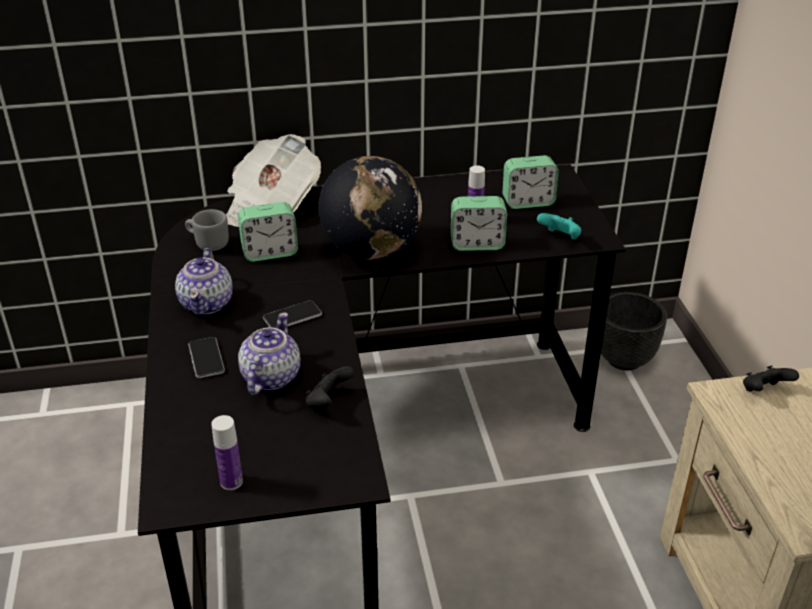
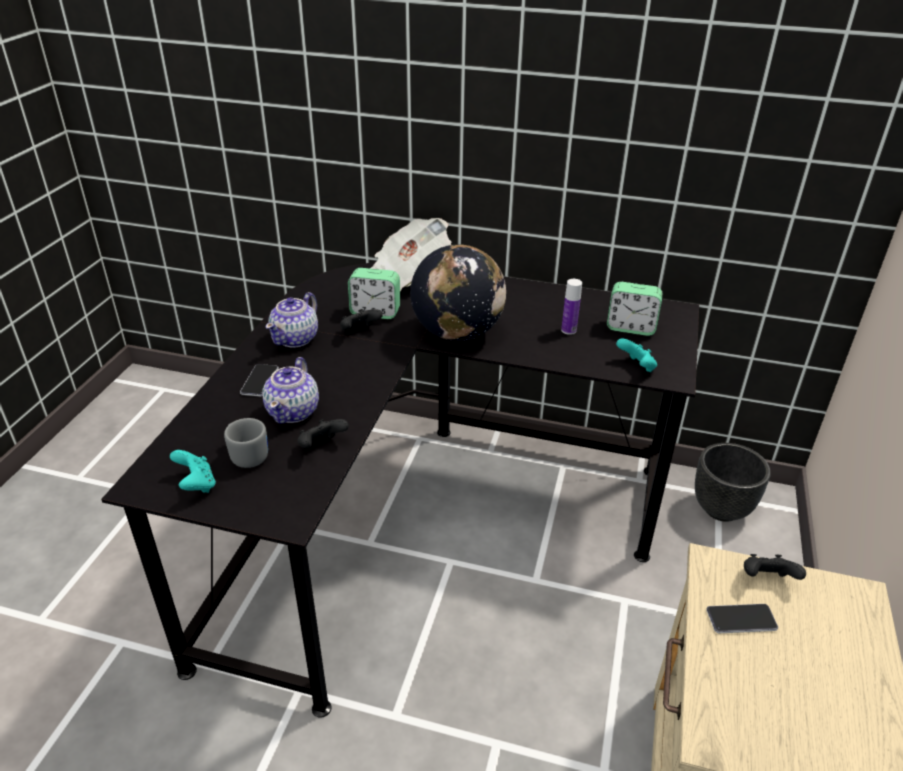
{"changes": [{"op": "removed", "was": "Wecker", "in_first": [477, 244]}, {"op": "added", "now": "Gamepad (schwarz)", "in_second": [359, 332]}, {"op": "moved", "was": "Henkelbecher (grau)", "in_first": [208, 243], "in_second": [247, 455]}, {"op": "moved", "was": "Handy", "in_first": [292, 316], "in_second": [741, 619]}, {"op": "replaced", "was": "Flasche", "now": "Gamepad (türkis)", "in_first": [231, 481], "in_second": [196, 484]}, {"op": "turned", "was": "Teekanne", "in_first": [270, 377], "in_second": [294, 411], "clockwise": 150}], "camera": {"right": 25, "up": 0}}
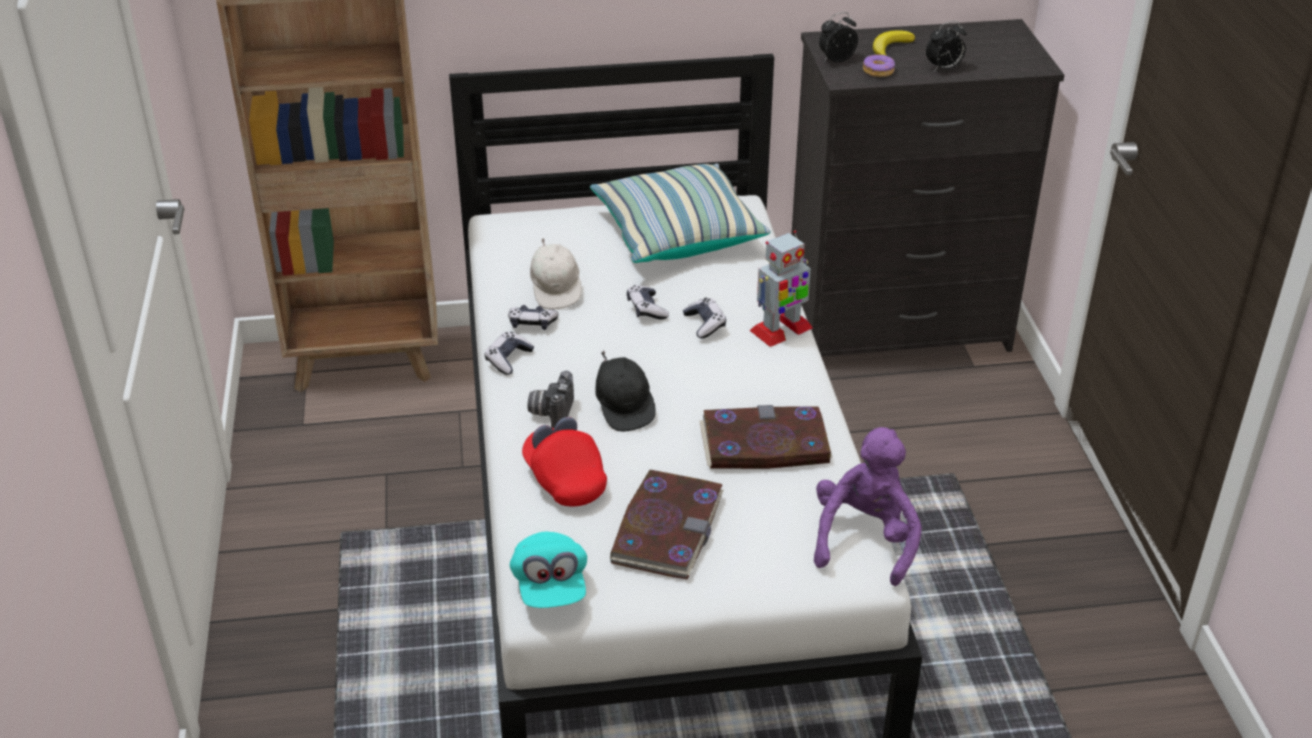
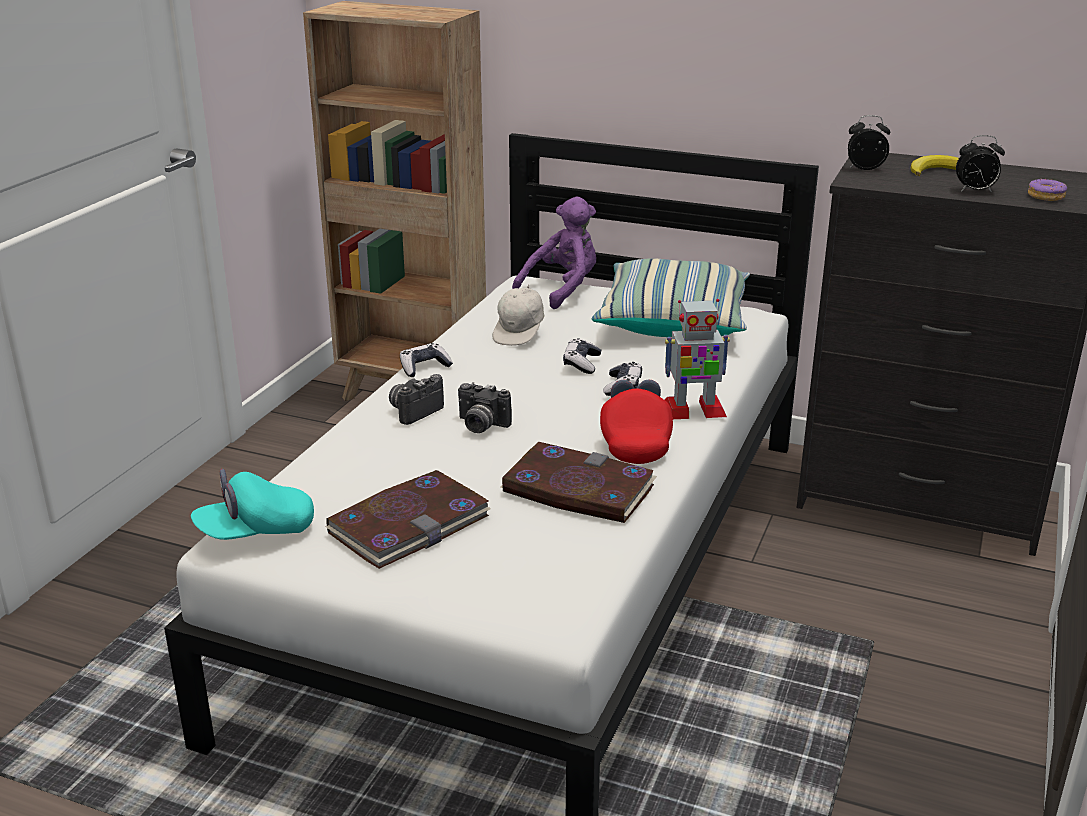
{"changes": [{"op": "removed", "was": "Gamepad", "in_first": [532, 323]}, {"op": "moved", "was": "Kappe (rot)", "in_first": [564, 479], "in_second": [634, 442]}, {"op": "moved", "was": "Plüschtier (lila)", "in_first": [865, 539], "in_second": [562, 290]}, {"op": "moved", "was": "Donut", "in_first": [878, 71], "in_second": [1046, 196]}, {"op": "replaced", "was": "Kappe (schwarz)", "now": "Kamera", "in_first": [624, 407], "in_second": [480, 426]}, {"op": "turned", "was": "Kappe (türkis)", "in_first": [550, 586], "in_second": [256, 532], "clockwise": 45}], "camera": {"right": 30, "up": -10}}
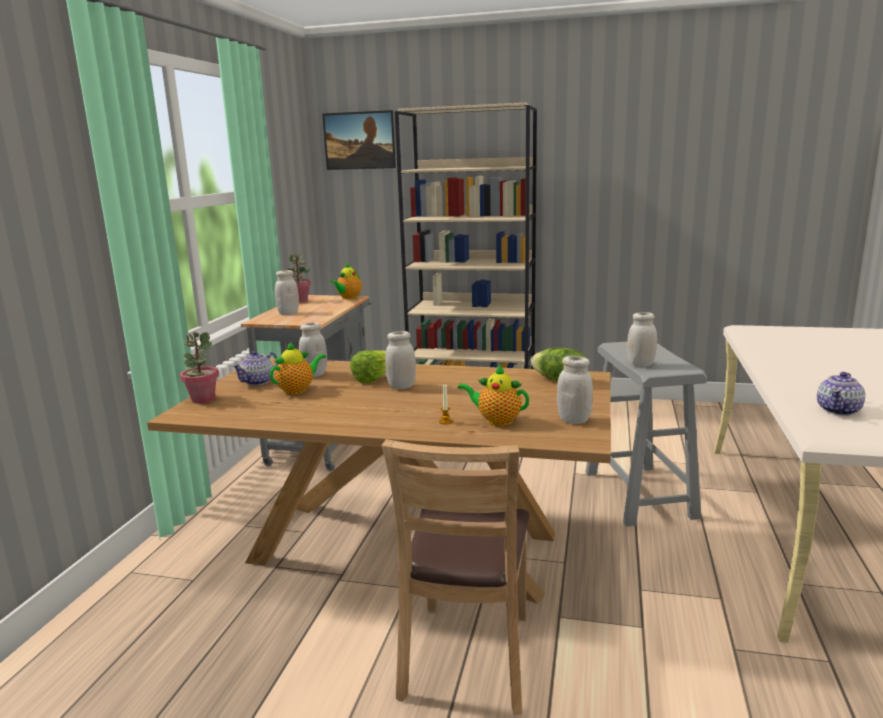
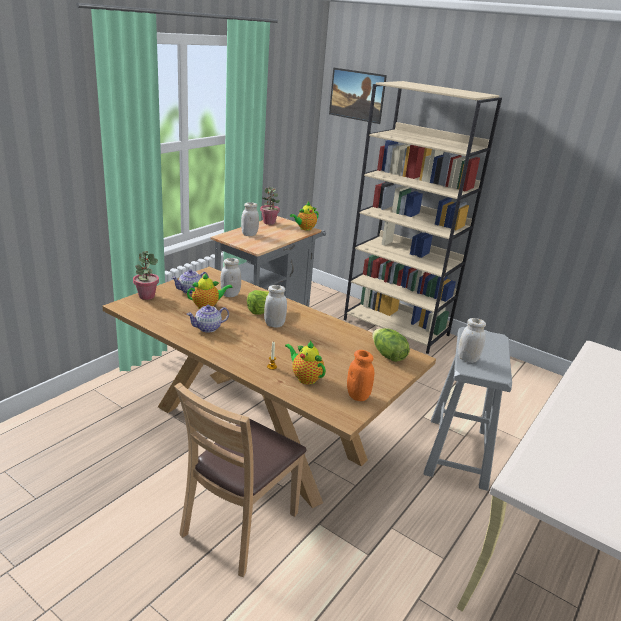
{"changes": [{"op": "moved", "was": "Teekanne", "in_first": [839, 410], "in_second": [208, 328]}, {"op": "recoloured", "was": "Vorratsglas (weiß)", "now": "Vorratsglas (orange)", "in_first": [574, 420], "in_second": [358, 396]}], "camera": {"right": 20, "up": 10}}
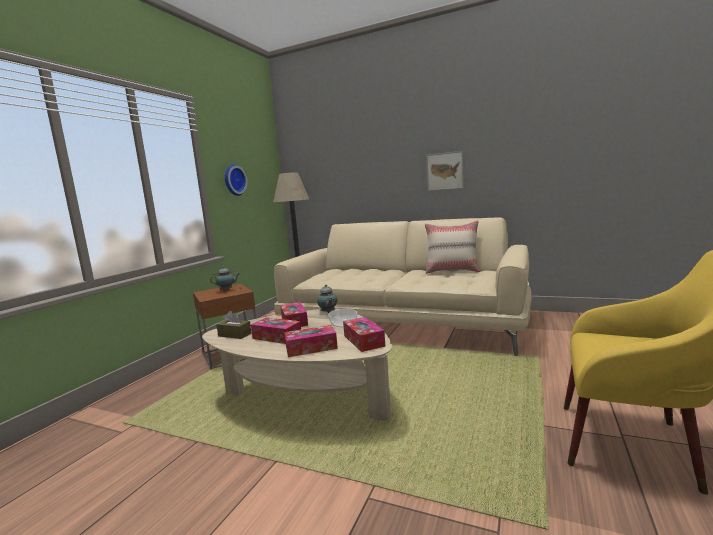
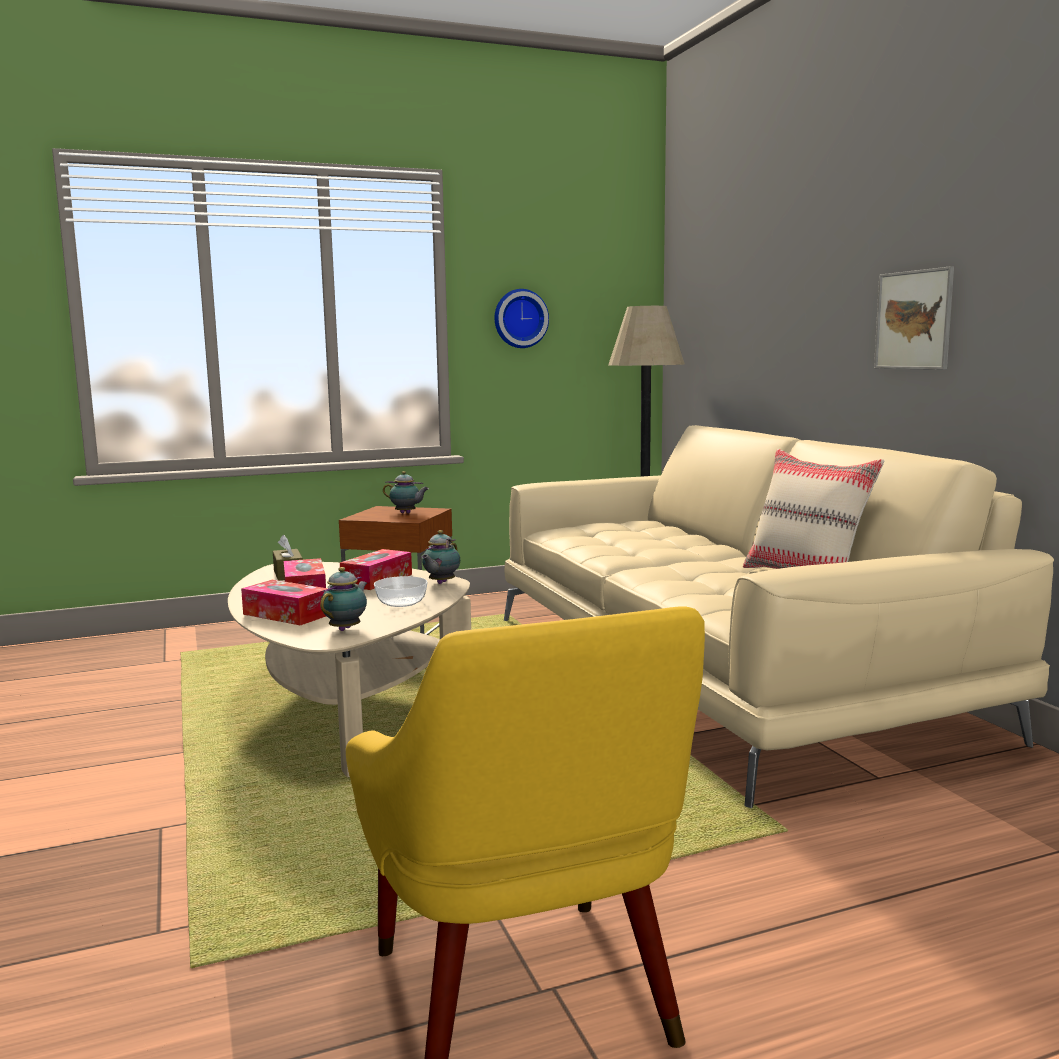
{"changes": [{"op": "replaced", "was": "Taschentuchbox", "now": "Teekanne", "in_first": [364, 341], "in_second": [347, 628]}], "camera": {"right": 45, "up": 0}}
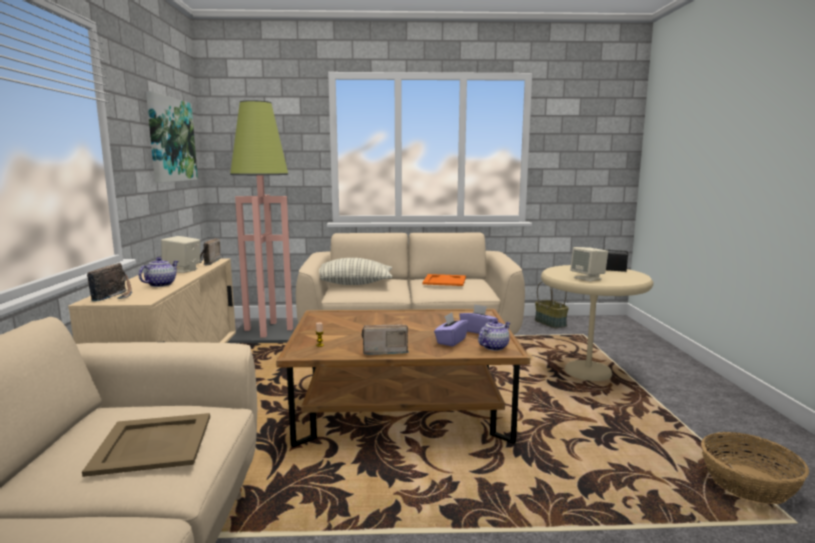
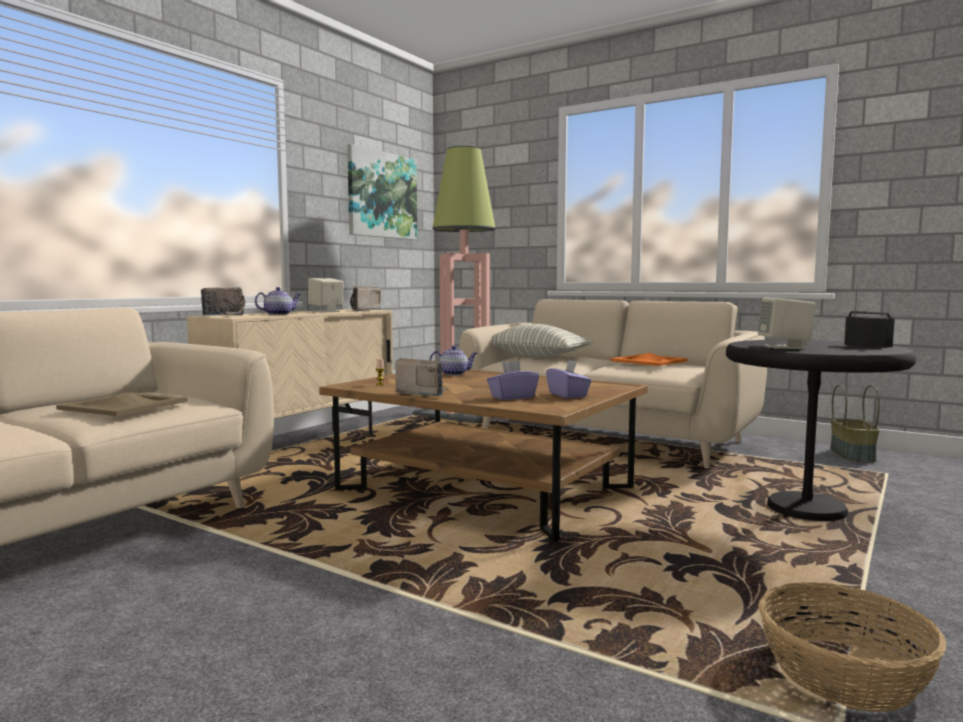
{"changes": [{"op": "moved", "was": "Teekanne", "in_first": [494, 347], "in_second": [454, 374]}, {"op": "recoloured", "was": "Beistelltisch (beige)", "now": "Beistelltisch (schwarz)", "in_first": [588, 372], "in_second": [806, 510]}], "camera": {"right": 35, "up": -5}}
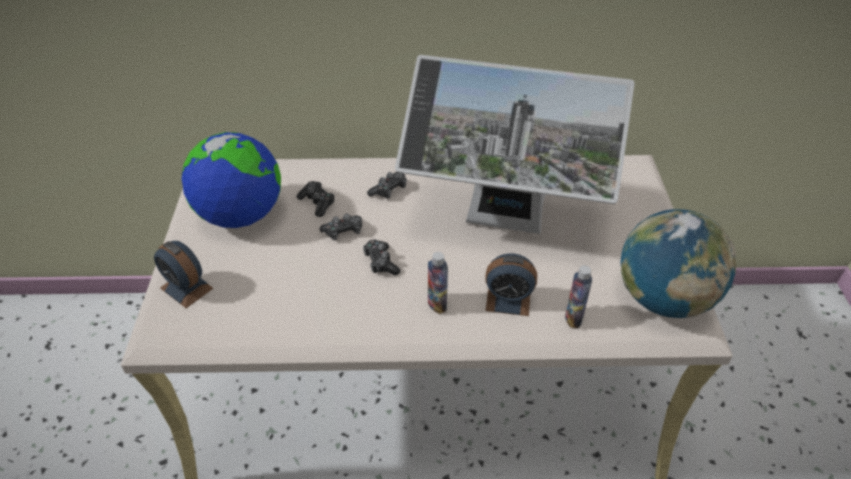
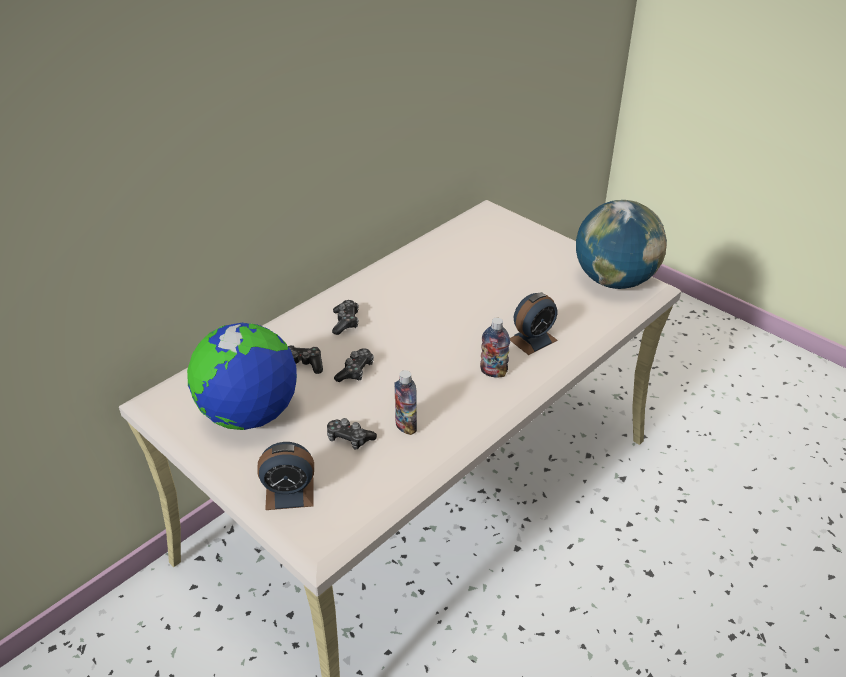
{"changes": [{"op": "removed", "was": "Monitor", "in_first": [503, 225]}, {"op": "moved", "was": "Gamepad", "in_first": [381, 262], "in_second": [349, 438]}, {"op": "moved", "was": "Flasche", "in_first": [573, 318], "in_second": [406, 426]}], "camera": {"right": -45, "up": -5}}
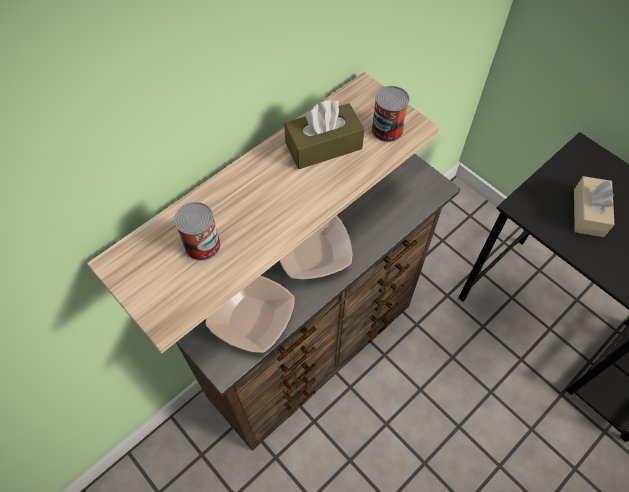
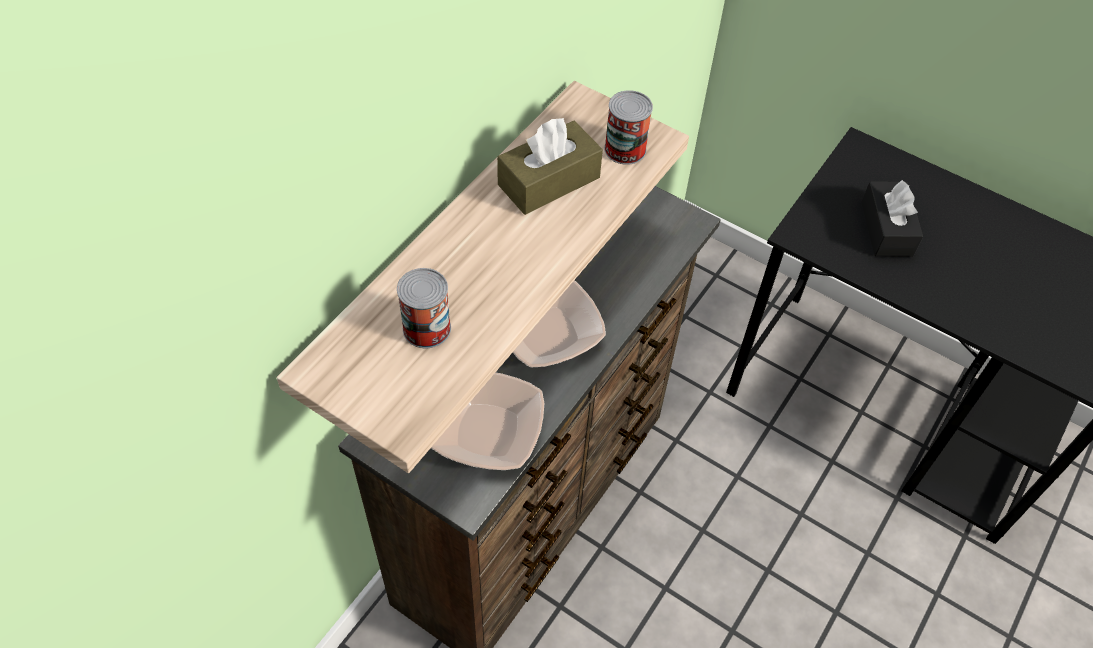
{"changes": [{"op": "recoloured", "was": "Taschentuchbox (beige)", "now": "Taschentuchbox (schwarz)", "in_first": [588, 213], "in_second": [886, 229]}], "camera": {"right": -15, "up": -5}}
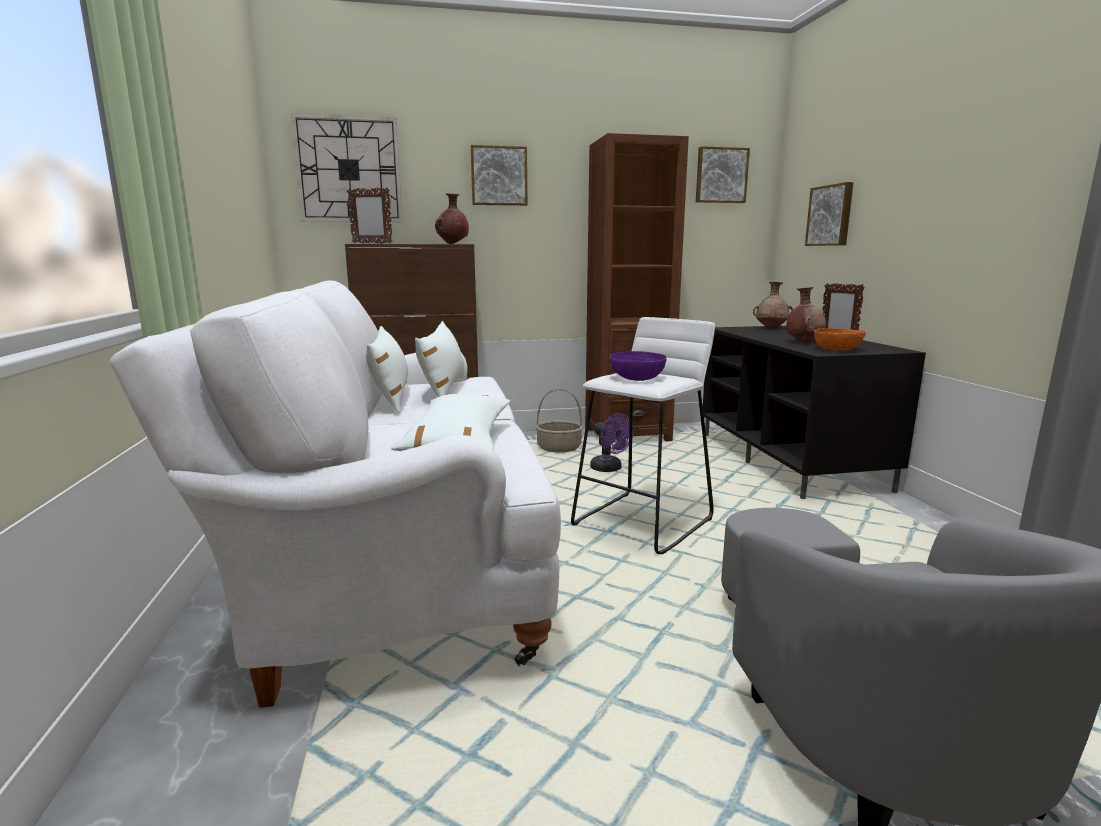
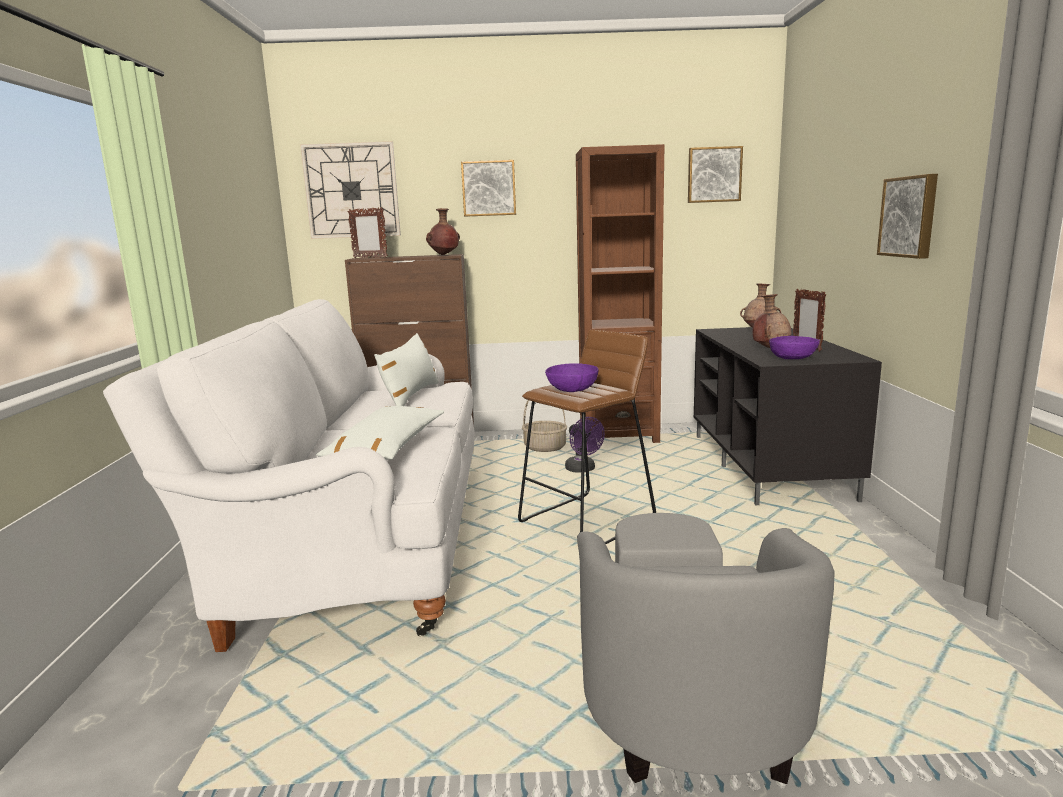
{"changes": [{"op": "removed", "was": "Kissen (weiß)", "in_first": [390, 396]}, {"op": "moved", "was": "Bild", "in_first": [830, 215], "in_second": [909, 216]}, {"op": "recoloured", "was": "Hocker (weiß)", "now": "Hocker (braun)", "in_first": [643, 522], "in_second": [588, 522]}, {"op": "recoloured", "was": "Schüssel (orange)", "now": "Schüssel (lila)", "in_first": [837, 349], "in_second": [792, 358]}], "camera": {"right": 10, "up": 0}}
